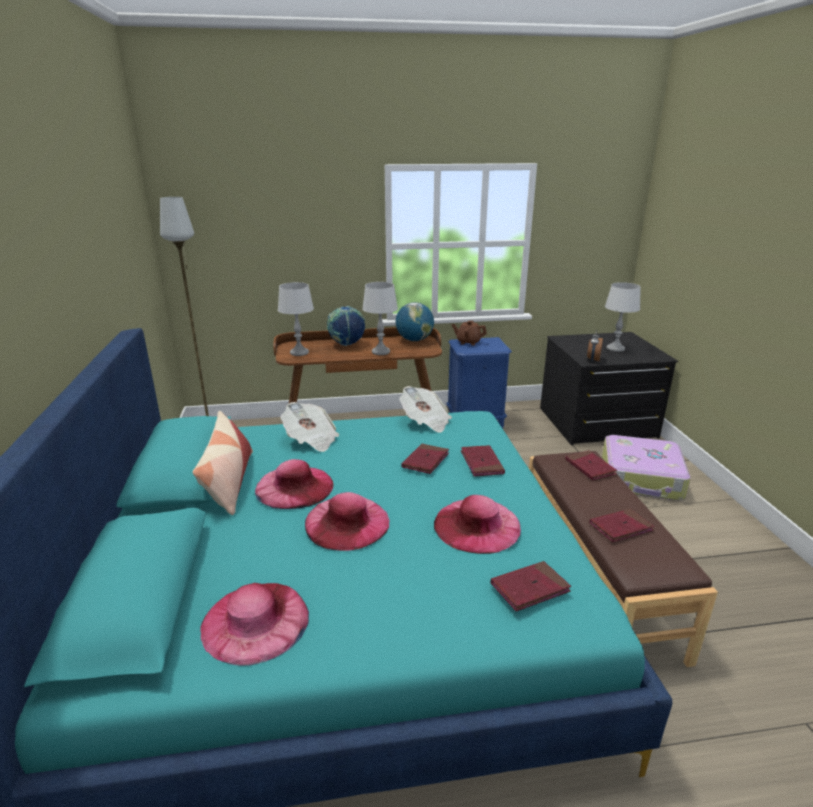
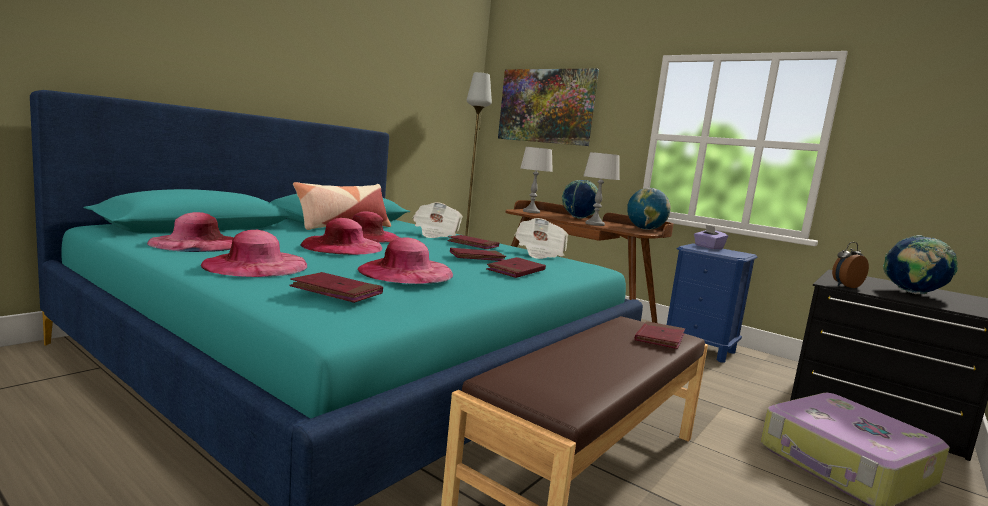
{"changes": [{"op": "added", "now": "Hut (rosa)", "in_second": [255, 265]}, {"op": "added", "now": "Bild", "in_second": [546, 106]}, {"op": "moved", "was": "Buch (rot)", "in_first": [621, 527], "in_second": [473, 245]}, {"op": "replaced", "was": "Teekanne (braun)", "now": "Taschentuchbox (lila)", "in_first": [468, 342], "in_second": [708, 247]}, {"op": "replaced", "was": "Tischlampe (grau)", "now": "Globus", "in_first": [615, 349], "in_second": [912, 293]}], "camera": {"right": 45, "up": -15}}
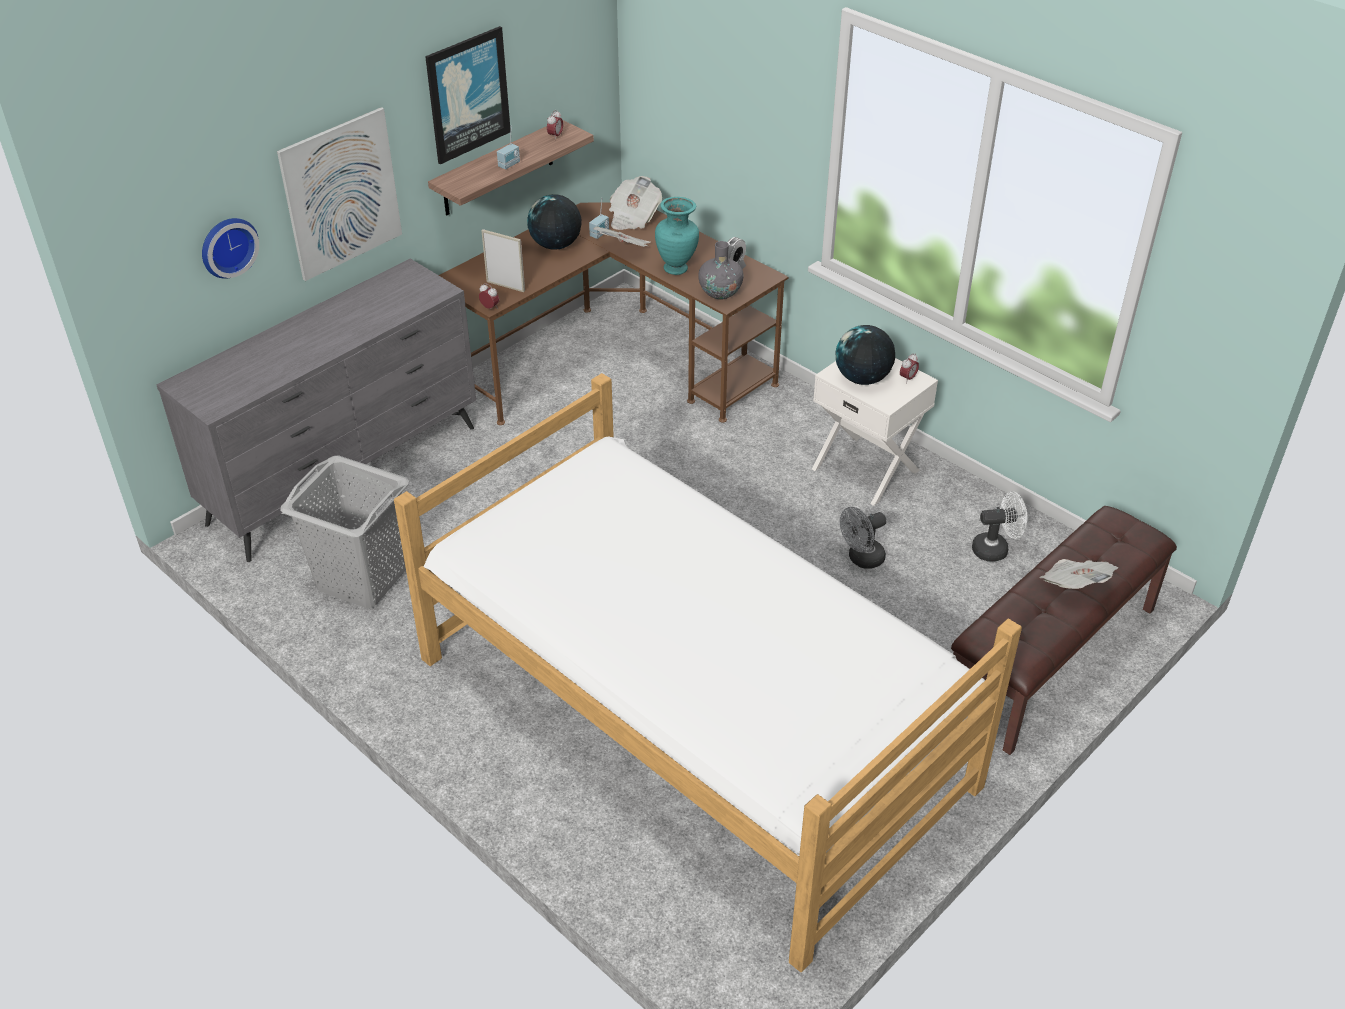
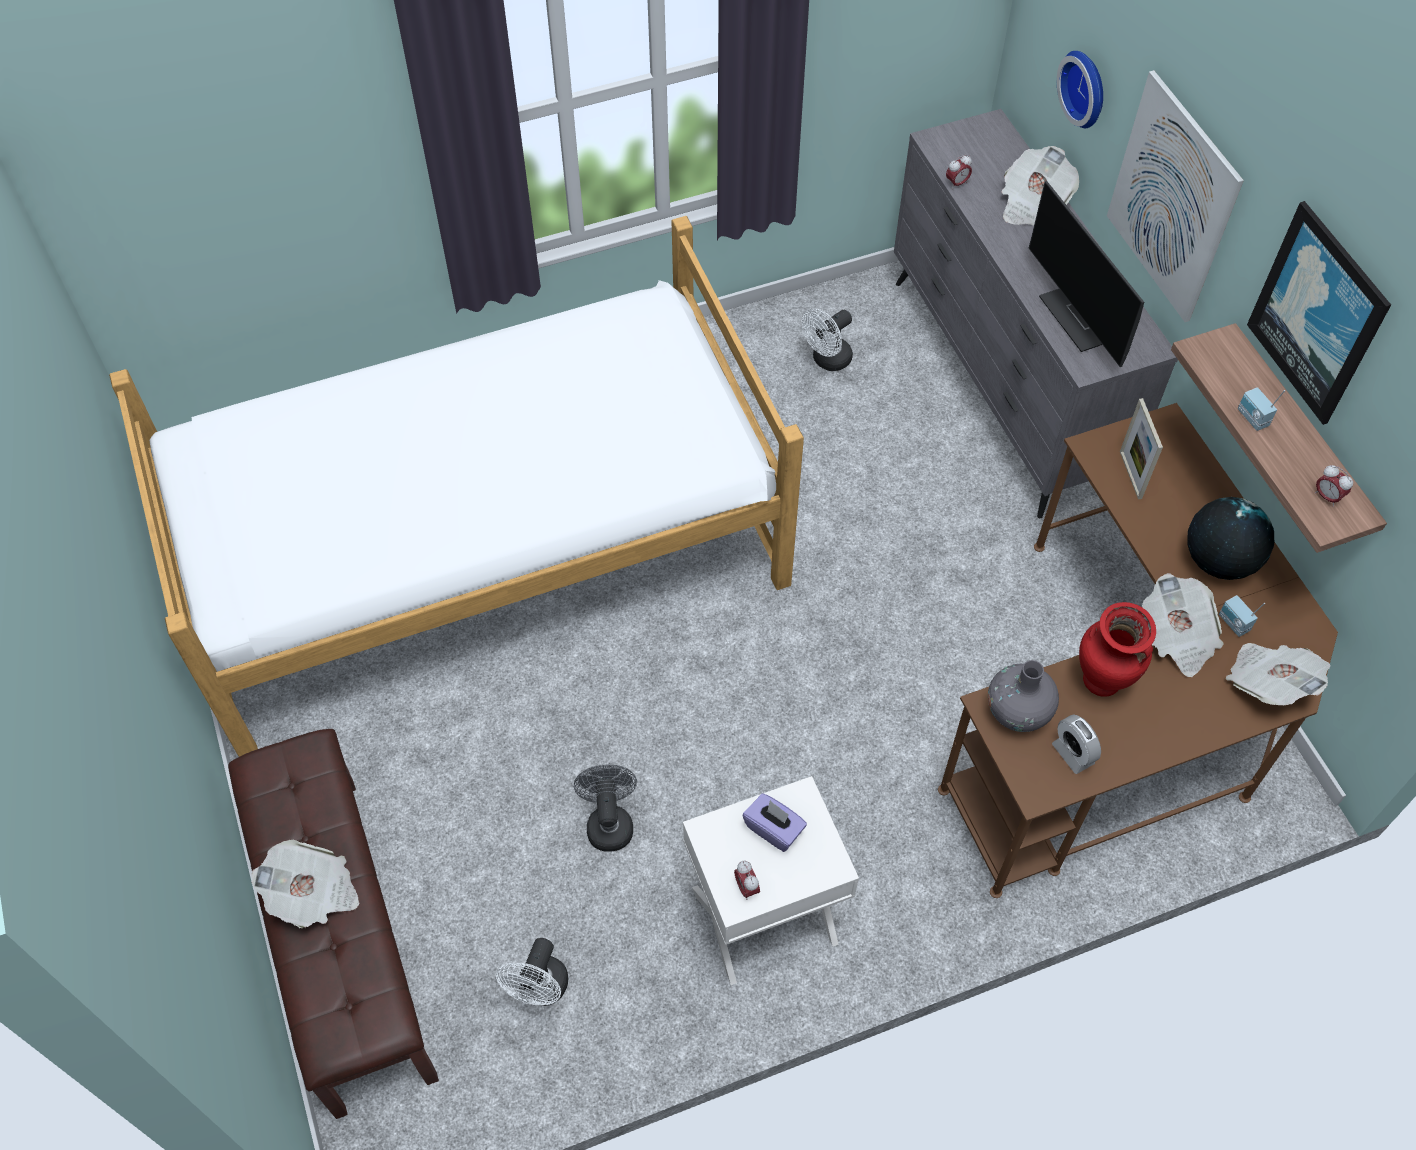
{"changes": [{"op": "added", "now": "Zeitung", "in_second": [1032, 204]}, {"op": "added", "now": "Monitor", "in_second": [1083, 319]}, {"op": "moved", "was": "Wecker", "in_first": [490, 308], "in_second": [957, 183]}, {"op": "replaced", "was": "Wäschekorb (grau)", "now": "Ventilator (weiß)", "in_first": [362, 578], "in_second": [827, 360]}, {"op": "replaced", "was": "Globus", "now": "Taschentuchbox (lila)", "in_first": [862, 379], "in_second": [774, 829]}, {"op": "recoloured", "was": "Vase (türkis)", "now": "Vase (rot)", "in_first": [677, 269], "in_second": [1101, 682]}, {"op": "turned", "was": "Bilderrahmen", "in_first": [505, 286], "in_second": [1130, 475], "clockwise": 120}], "camera": {"right": 115, "up": 15}}
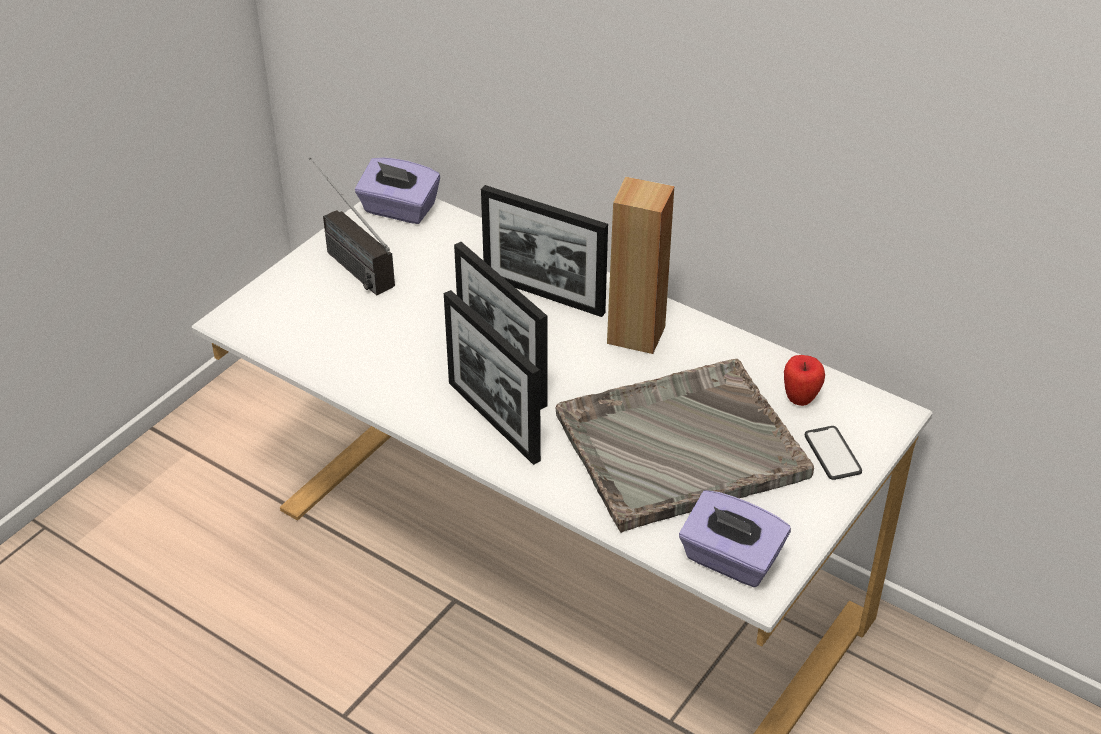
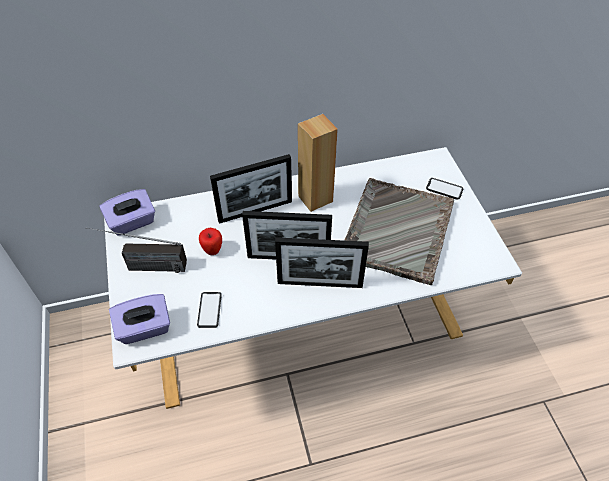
{"changes": [{"op": "added", "now": "Handy", "in_second": [209, 310]}, {"op": "moved", "was": "Taschentuchbox (lila)", "in_first": [730, 560], "in_second": [145, 328]}, {"op": "moved", "was": "Apfel", "in_first": [800, 399], "in_second": [212, 250]}], "camera": {"right": -50, "up": 10}}
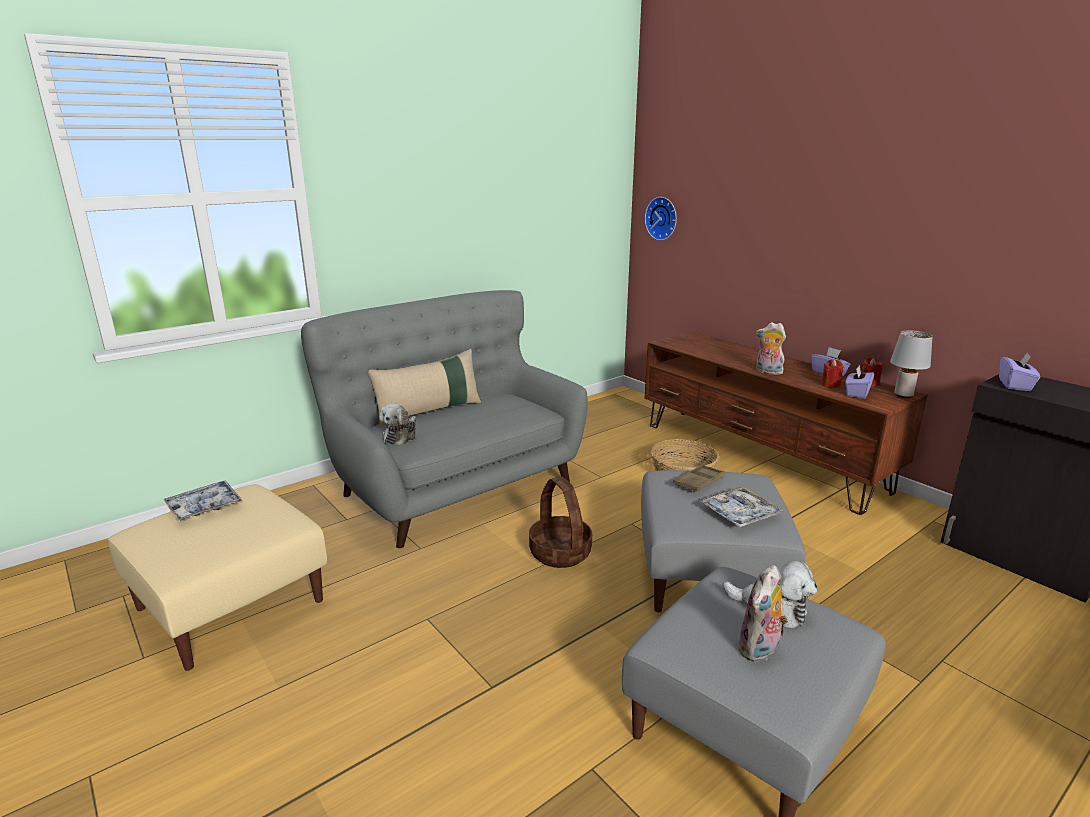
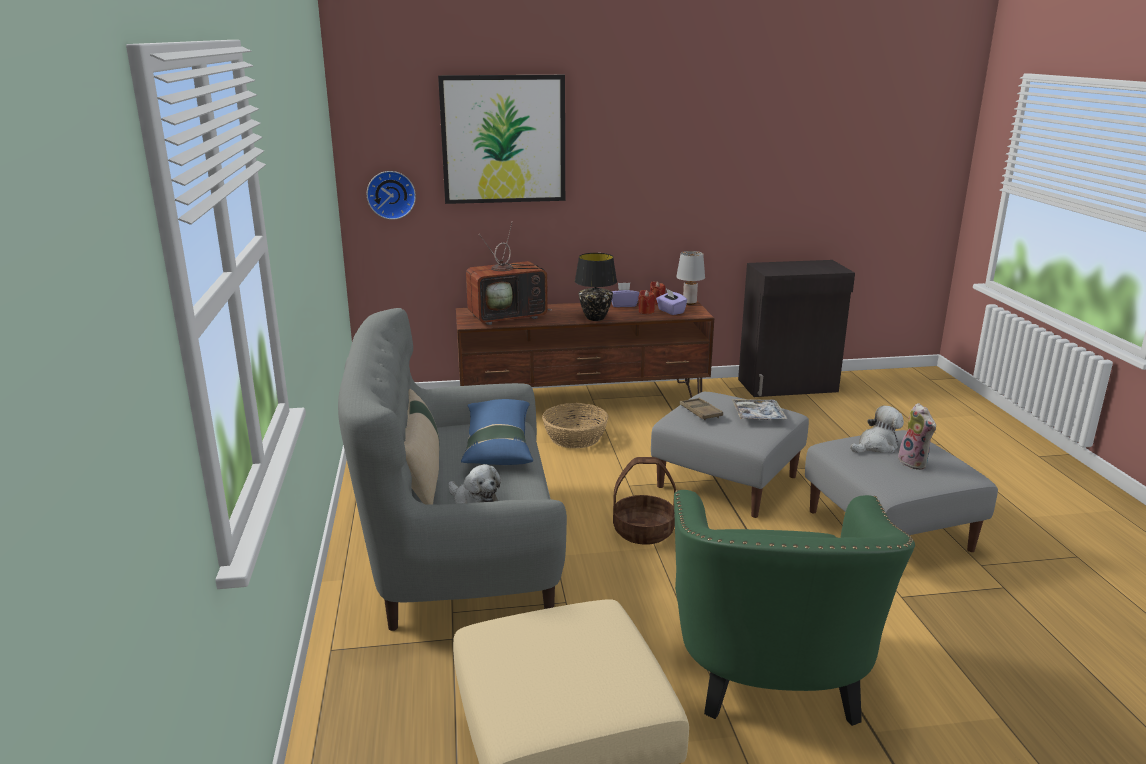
{"changes": [{"op": "removed", "was": "Tablett", "in_first": [204, 507]}, {"op": "removed", "was": "Taschentuchbox (lila)", "in_first": [1015, 385]}, {"op": "added", "now": "Bild", "in_second": [503, 139]}, {"op": "added", "now": "Kissen (blau)", "in_second": [498, 444]}, {"op": "added", "now": "Fernseher", "in_second": [509, 316]}, {"op": "added", "now": "Sessel (grün)", "in_second": [773, 677]}, {"op": "replaced", "was": "Plüschtier", "now": "Tischlampe (schwarz)", "in_first": [767, 372], "in_second": [595, 318]}], "camera": {"right": -60, "up": 0}}
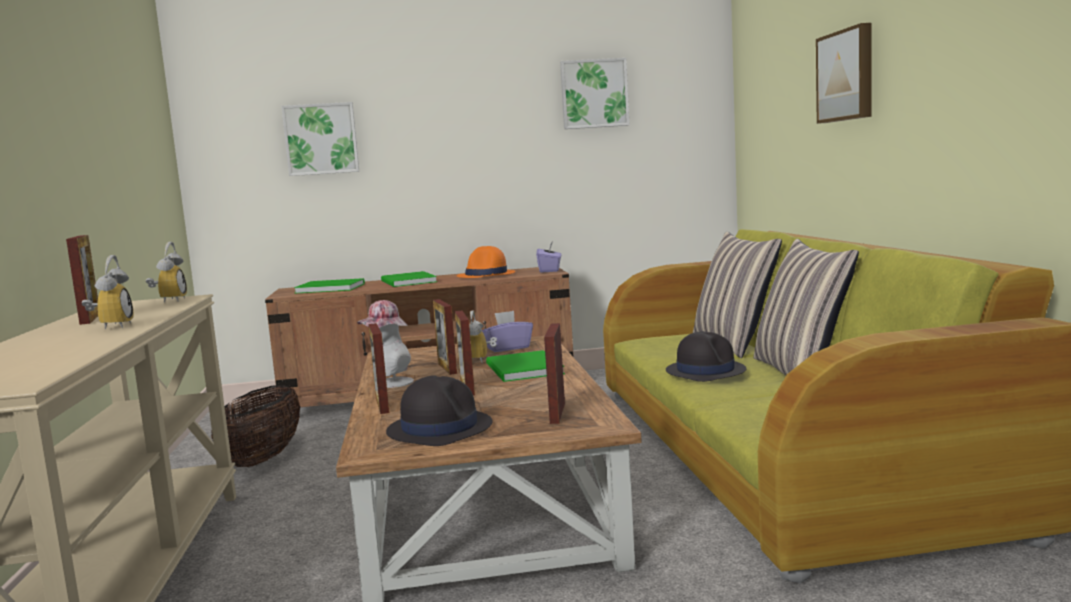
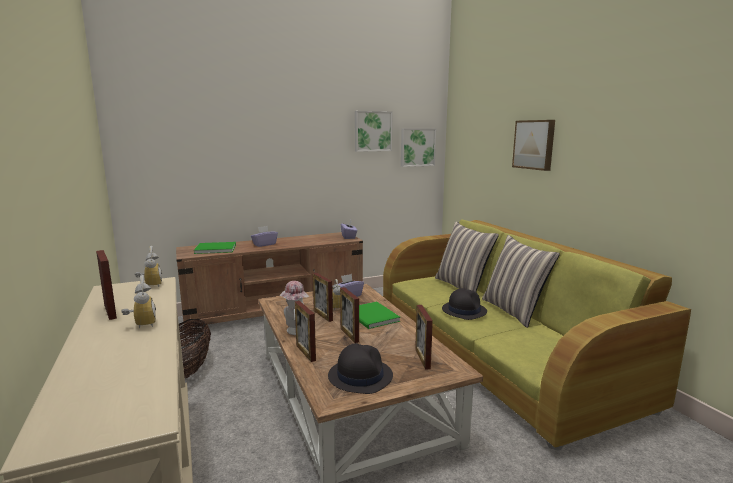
{"changes": [{"op": "removed", "was": "Hut (orange)", "in_first": [486, 275]}, {"op": "moved", "was": "Bild", "in_first": [321, 139], "in_second": [417, 147]}, {"op": "replaced", "was": "Buch (grün)", "now": "Taschentuchbox (lila)", "in_first": [407, 282], "in_second": [264, 244]}], "camera": {"right": -15, "up": 5}}
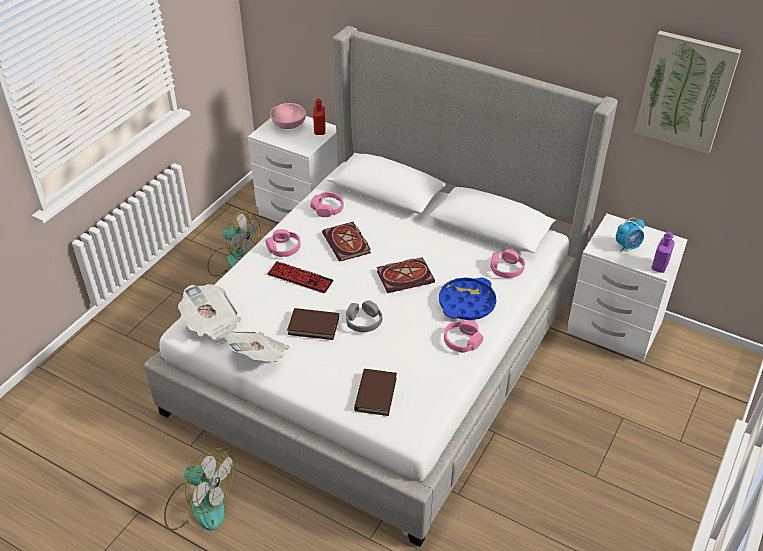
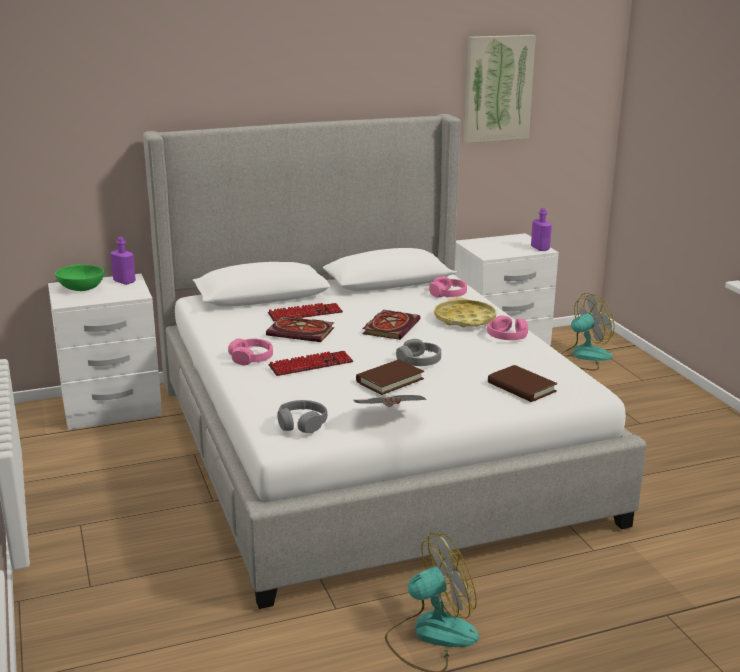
{"changes": [{"op": "removed", "was": "Kopfhörer (rosa)", "in_first": [327, 208]}, {"op": "removed", "was": "Wecker", "in_first": [627, 246]}, {"op": "added", "now": "Tastatur", "in_second": [305, 313]}, {"op": "moved", "was": "Ventilator", "in_first": [234, 260], "in_second": [583, 357]}, {"op": "replaced", "was": "Zeitung", "now": "Kopfhörer (grau)", "in_first": [212, 324], "in_second": [302, 424]}, {"op": "recoloured", "was": "Schüssel (rosa)", "now": "Schüssel (grün)", "in_first": [288, 124], "in_second": [81, 288]}, {"op": "recoloured", "was": "Flasche (rot)", "now": "Flasche (lila)", "in_first": [320, 130], "in_second": [124, 281]}, {"op": "recoloured", "was": "Tablett (blau)", "now": "Tablett (gelb)", "in_first": [466, 303], "in_second": [464, 319]}], "camera": {"right": -50, "up": -20}}
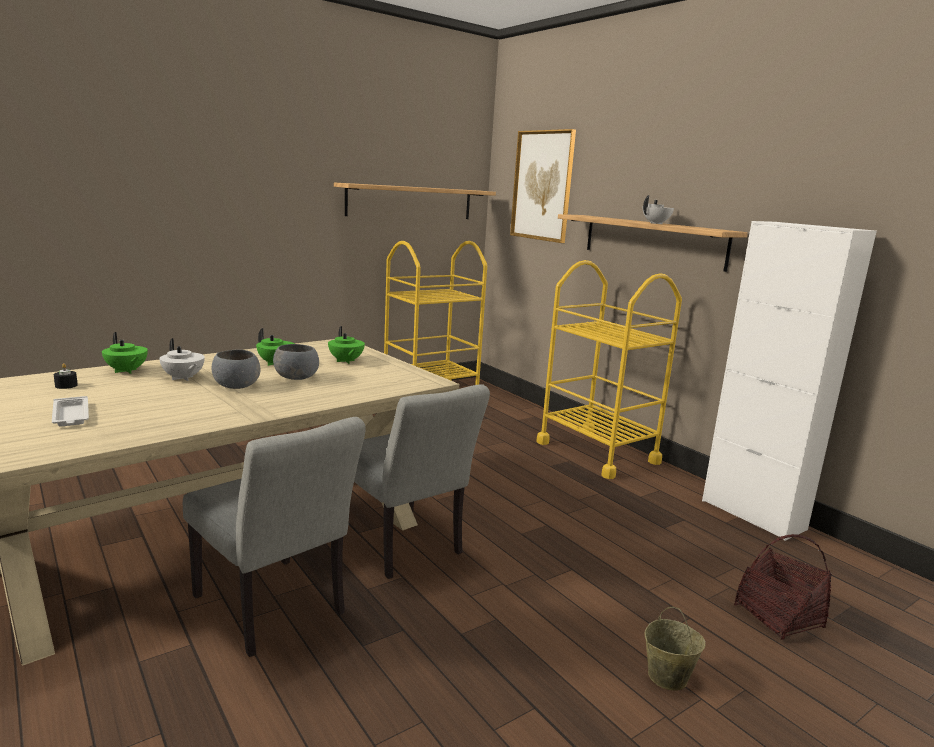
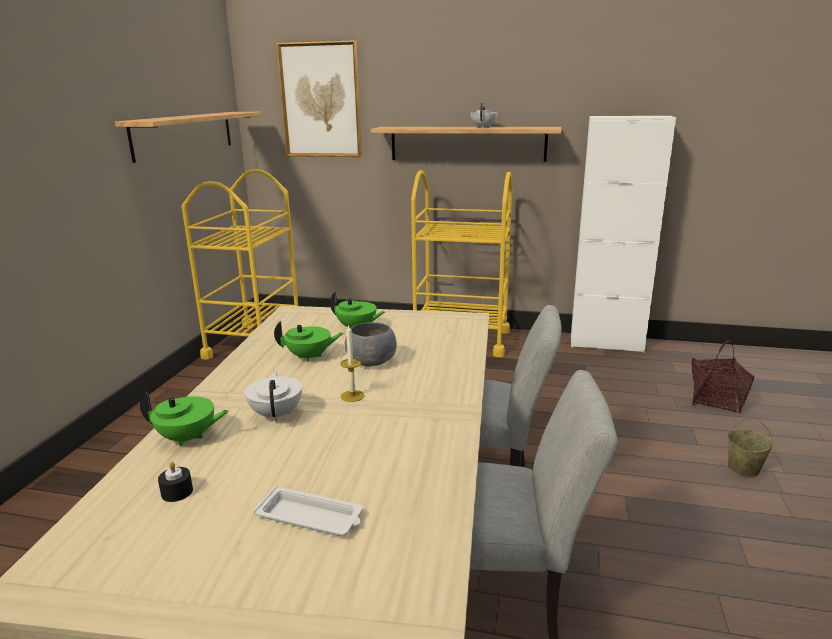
{"changes": [{"op": "replaced", "was": "Schüssel (grau)", "now": "Kerze", "in_first": [236, 386], "in_second": [352, 396]}, {"op": "turned", "was": "Teekanne (weiß)", "in_first": [183, 378], "in_second": [277, 414], "clockwise": -105}], "camera": {"right": -40, "up": 5}}
